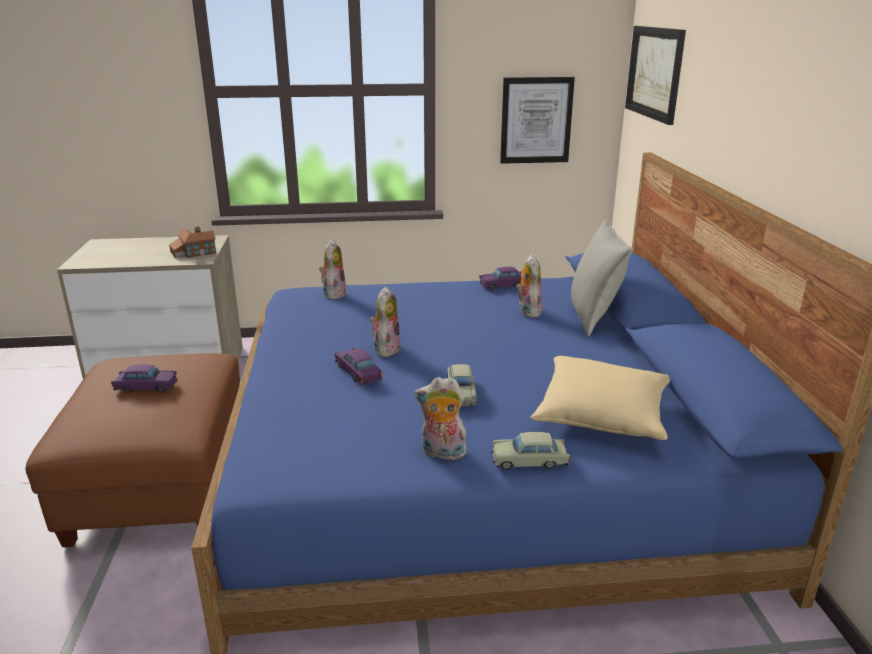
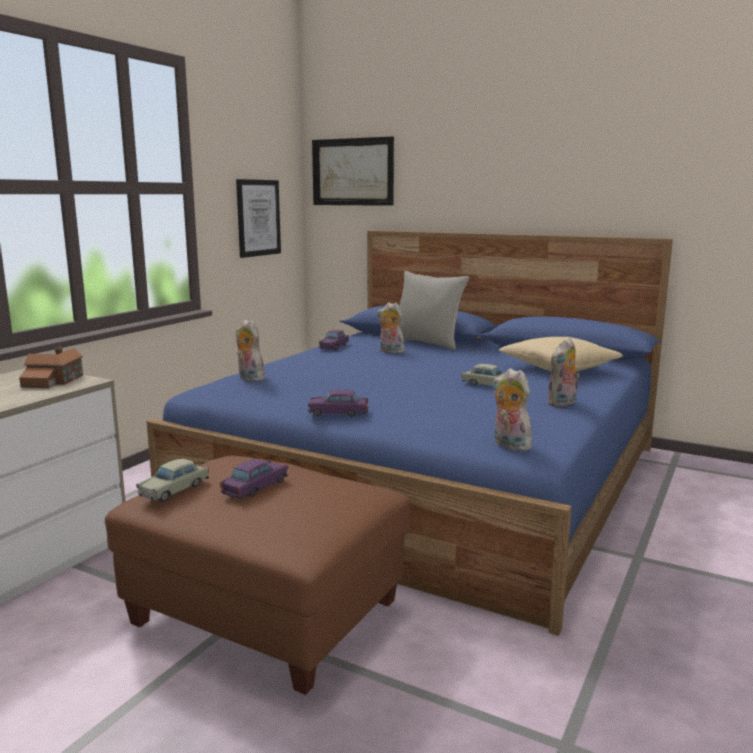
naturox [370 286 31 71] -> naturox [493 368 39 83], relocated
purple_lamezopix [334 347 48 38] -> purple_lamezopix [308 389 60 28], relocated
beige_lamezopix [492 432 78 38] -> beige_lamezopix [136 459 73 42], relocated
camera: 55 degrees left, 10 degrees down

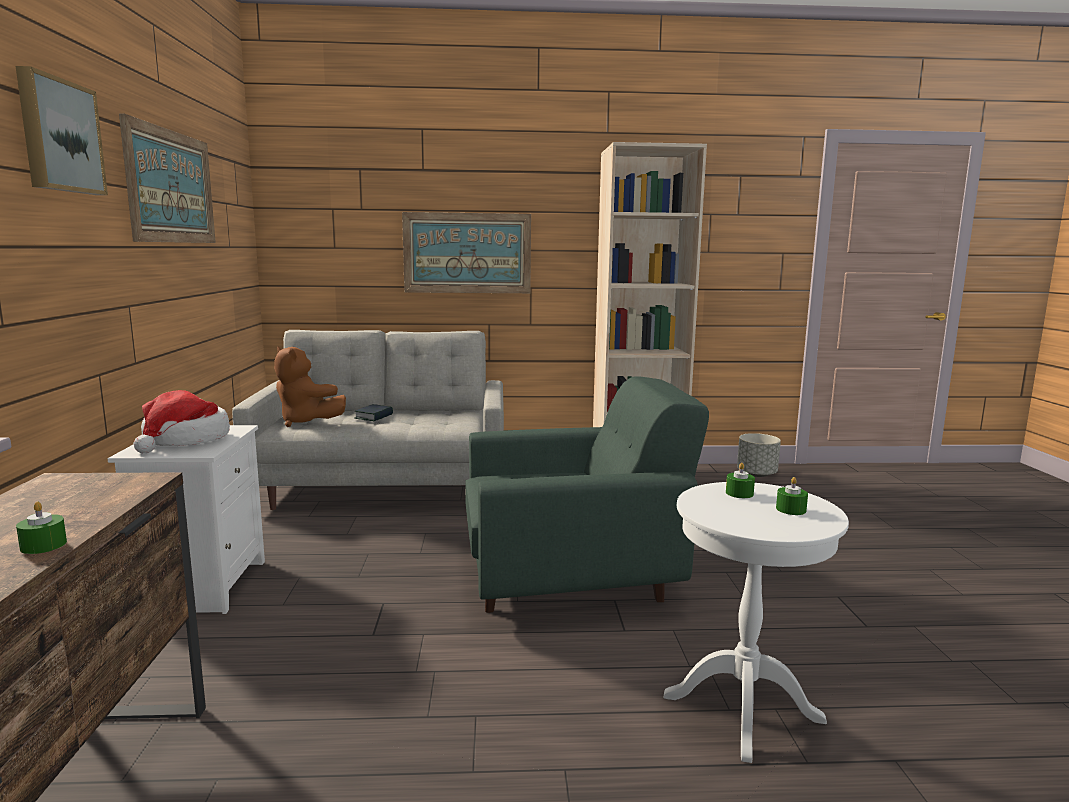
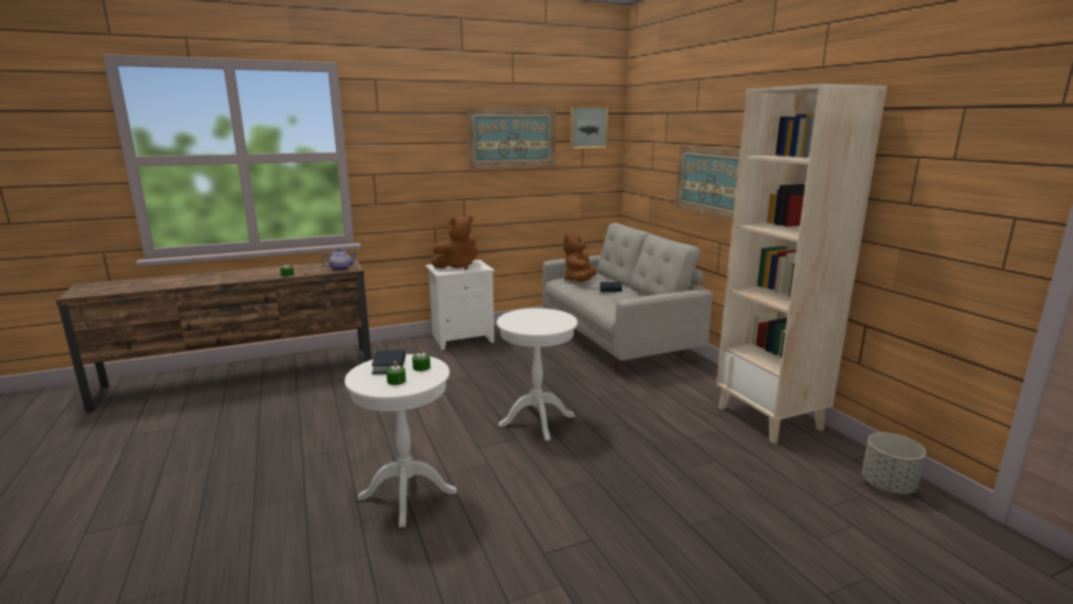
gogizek [16 66 92 129] -> gogizek [570 106 38 42], relocated
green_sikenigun [465 377 244 236] -> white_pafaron [497 308 81 133]
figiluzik [133 390 97 63] -> brown_naturox [432 215 46 55]
none -> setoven [321 249 36 22]
none -> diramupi [372 350 34 24]
camera: 70 degrees right, 5 degrees up

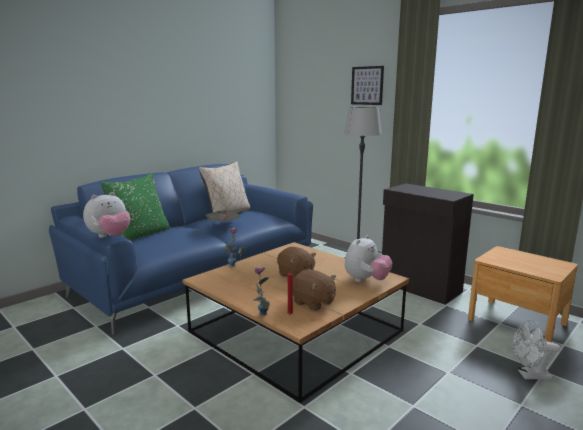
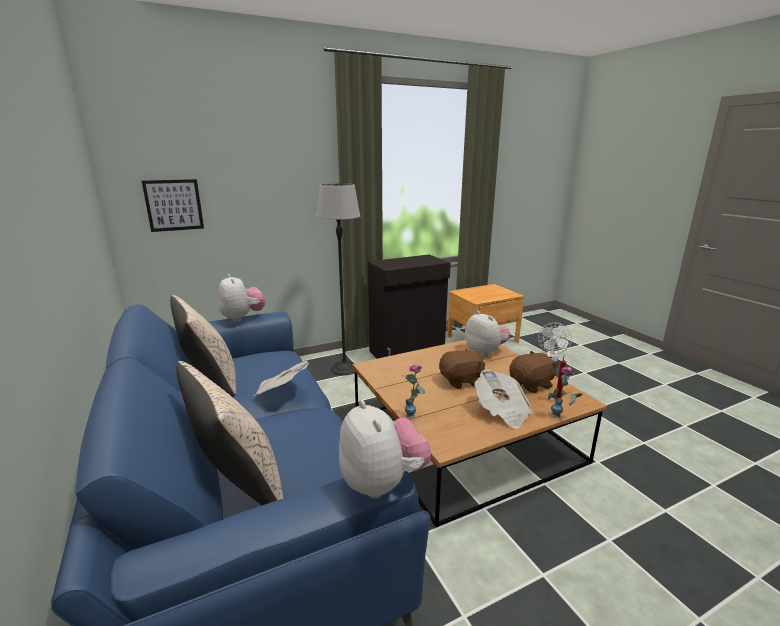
gogizek [351 66 33 39] -> gogizek [142 179 62 53], relocated
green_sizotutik [101 173 69 68] -> beige_sizotutik [176 361 108 144]
none -> naturox [218 274 47 48]
none -> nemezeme [474 369 59 60]
camera: 70 degrees left, 5 degrees up

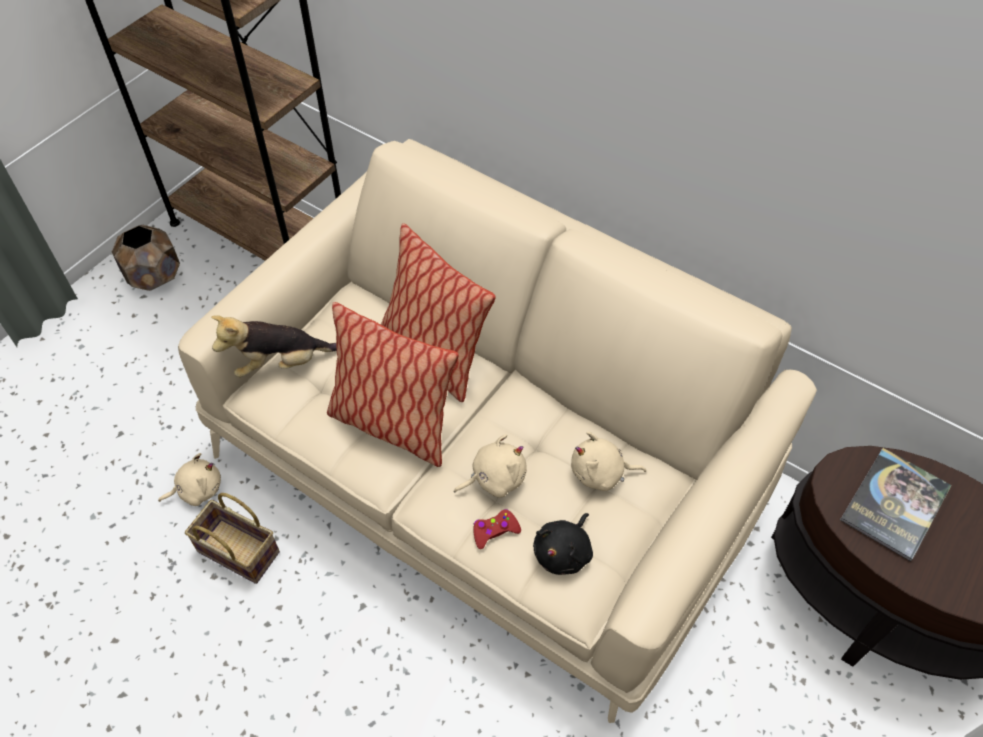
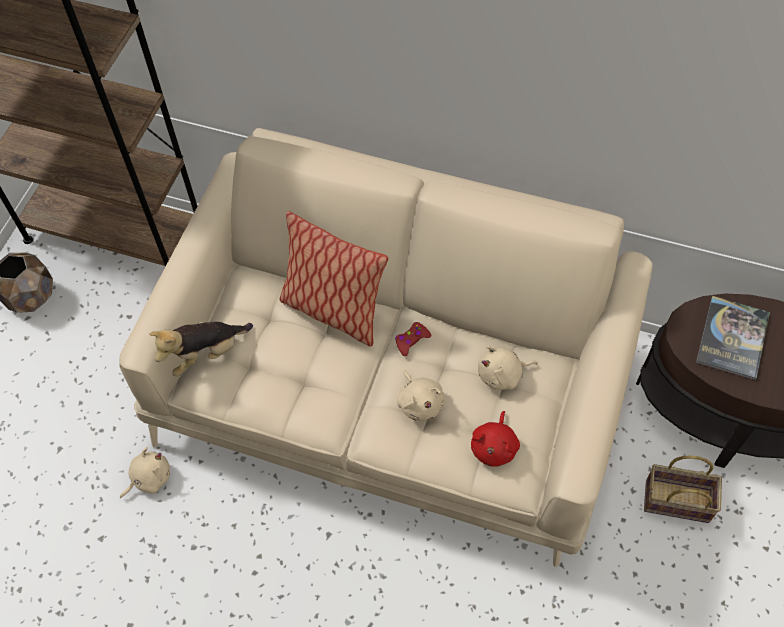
sizotutik [327 302 132 165] -> none
beige_naturox [454 434 73 64] -> beige_naturox [397 370 48 51], 105 degrees clockwise
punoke [185 493 95 91] -> punoke [644 456 78 67], relocated
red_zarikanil [473 509 48 40] -> red_zarikanil [395 322 36 34], relocated
black_naturox [533 513 60 62] -> red_naturox [471 411 49 56]
camera: 15 degrees left, 5 degrees up

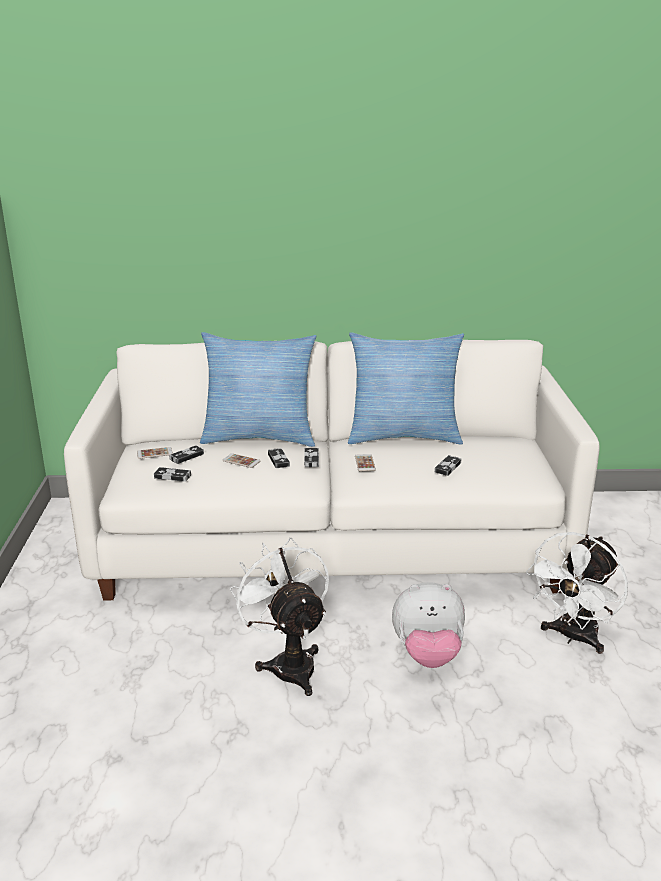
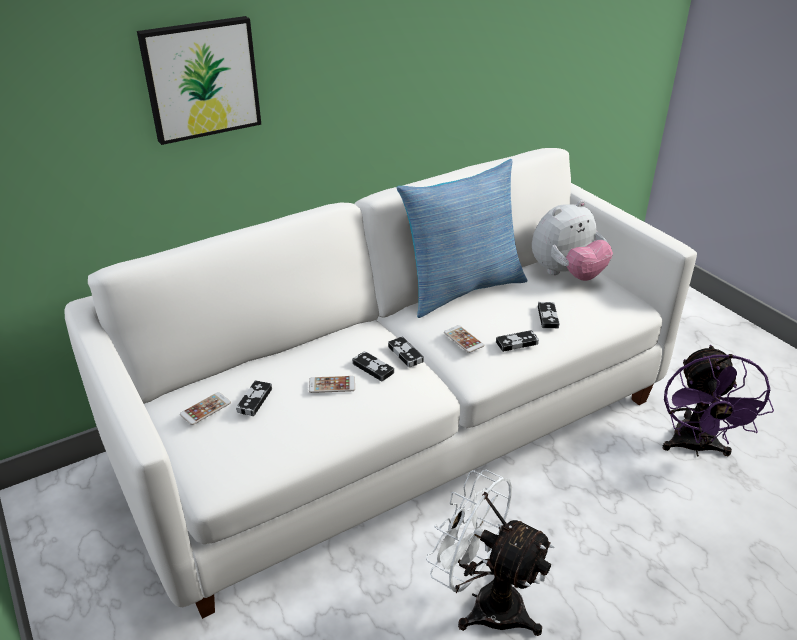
sizotutik [200 332 116 115] -> none
zarikanil [154 467 37 15] -> zarikanil [496 330 43 22], relocated
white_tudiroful [526 532 102 122] -> purple_tudiroful [663 345 111 112]
naturox [392 582 73 86] -> naturox [532 200 81 81], relocated
none -> gogizek [137 16 124 129]
camera: 30 degrees left, 10 degrees up

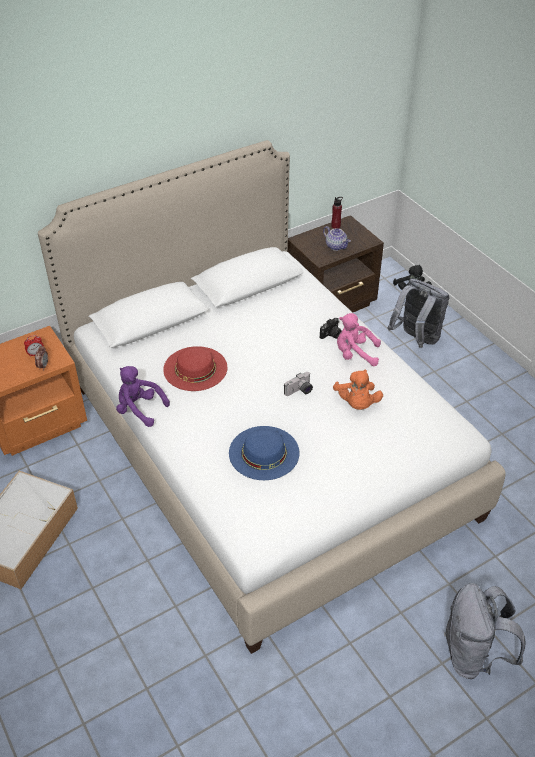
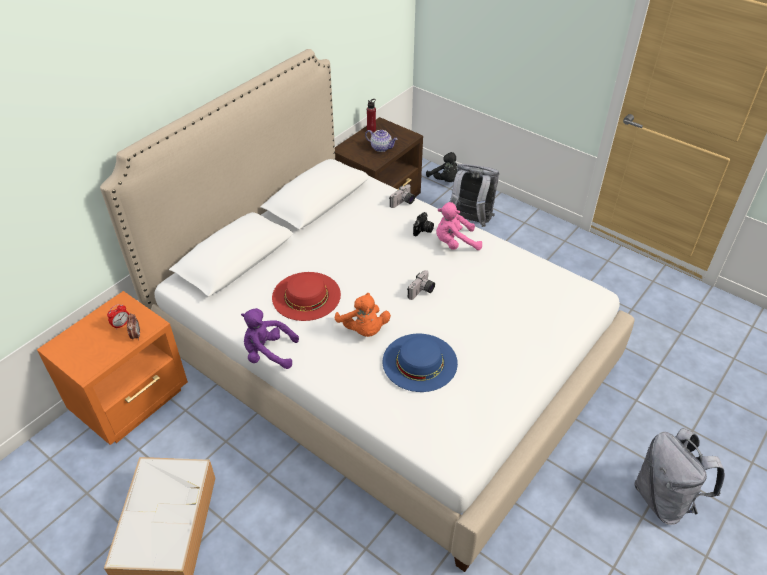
orange_naturox [333 370 50 40] -> orange_naturox [335 293 56 44], relocated
none -> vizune [389 184 26 24]
camera: 20 degrees left, 0 degrees up

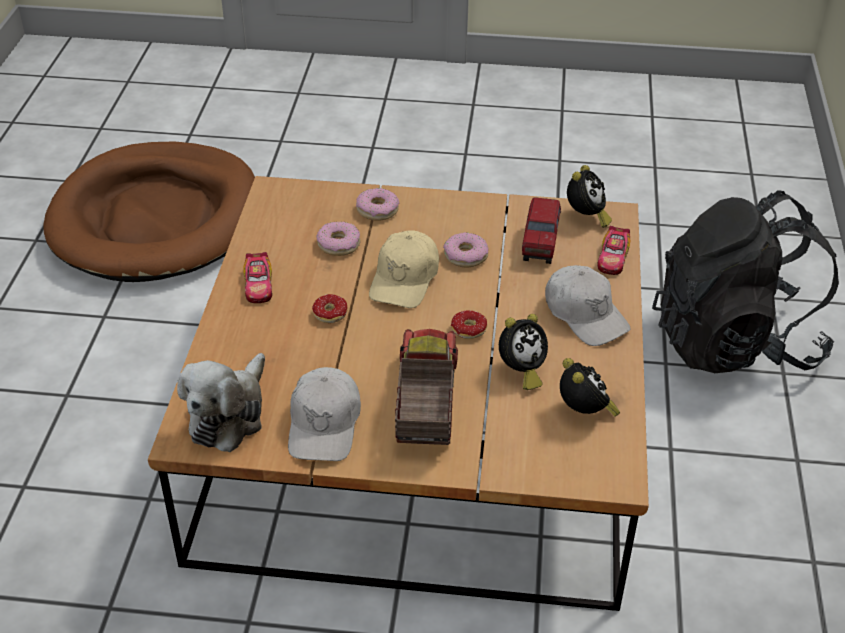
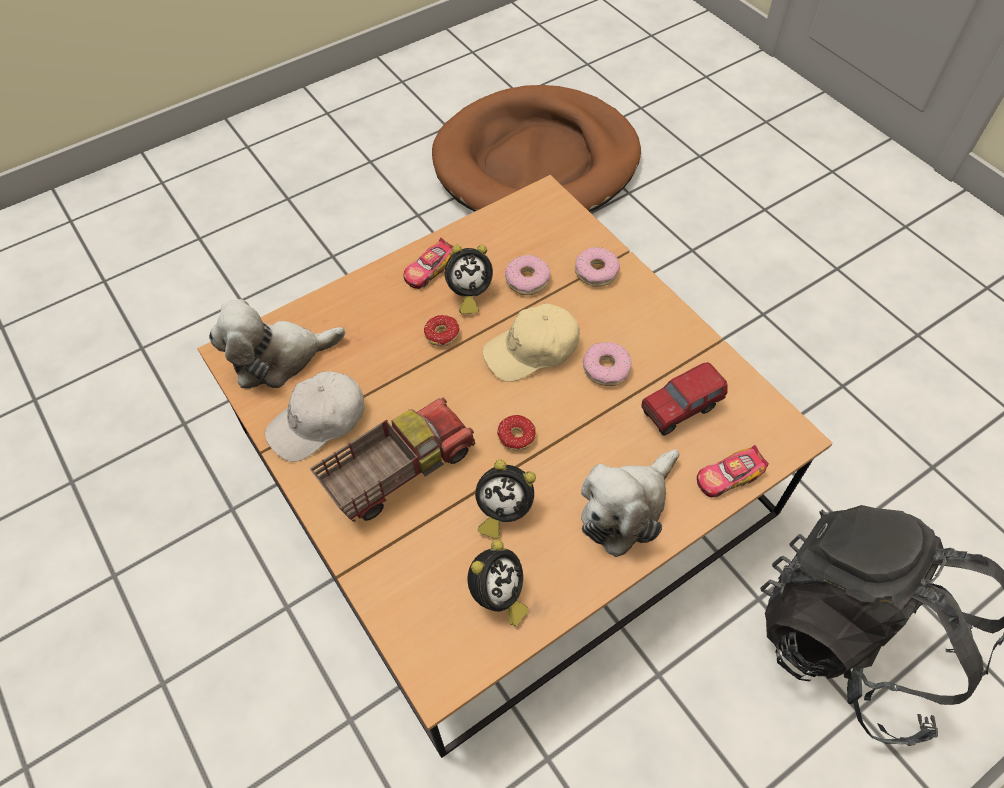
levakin [567 165 45 63] -> levakin [445 245 48 69], relocated
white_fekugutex [545 265 85 81] -> naturox [581 449 98 108]
camera: 50 degrees right, 15 degrees up

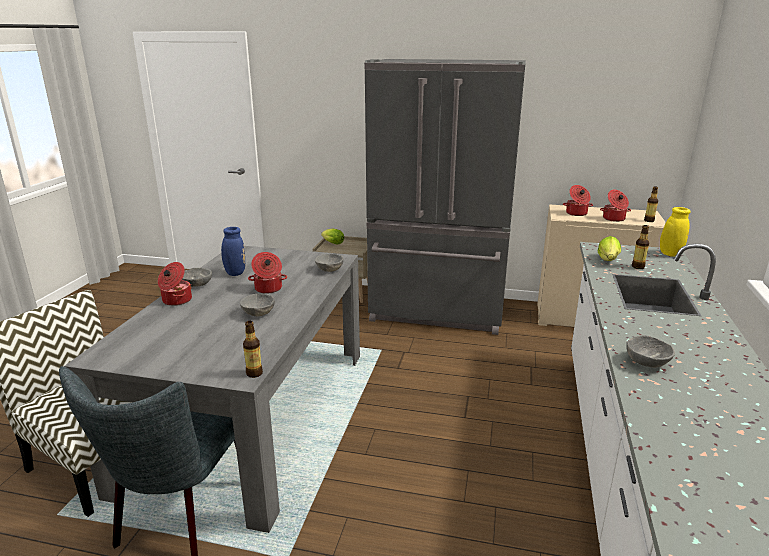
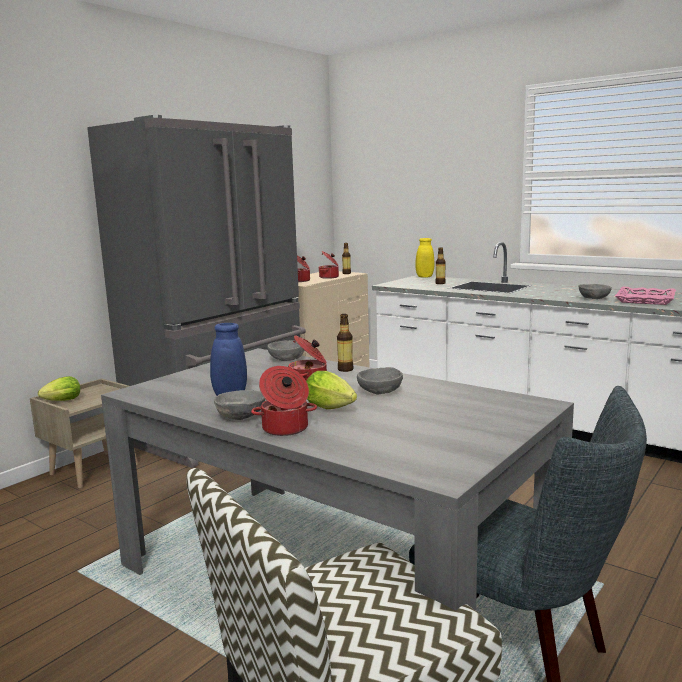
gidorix [598 236 23 25] -> gidorix [306 371 51 38], relocated
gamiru [243 321 20 57] -> gamiru [337 314 17 58], relocated
none -> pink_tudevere [615 287 61 18]
camera: 65 degrees left, 10 degrees down

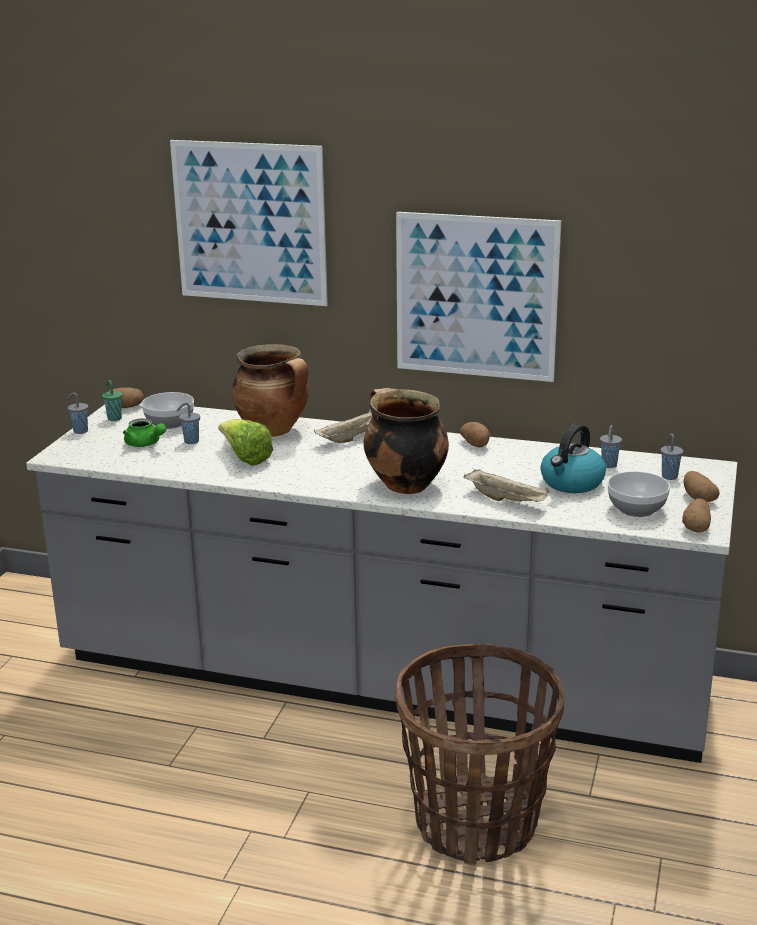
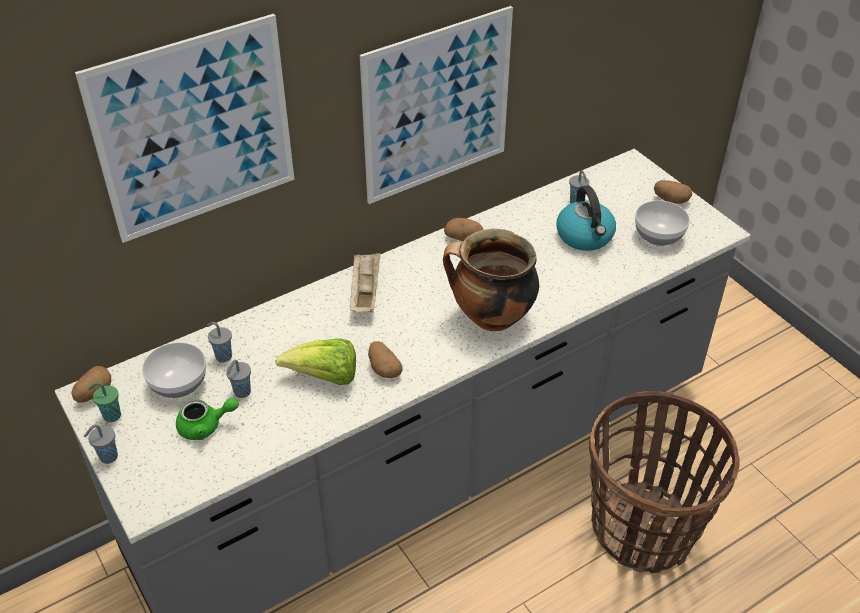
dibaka [232 344 77 93] -> none
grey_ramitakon [661 433 23 47] -> grey_ramitakon [206 322 26 40], relocated
beige_tudevere [463 469 87 33] -> none
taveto [682 498 29 35] -> taveto [368 341 35 37], relocated
camera: 50 degrees left, 20 degrees up

